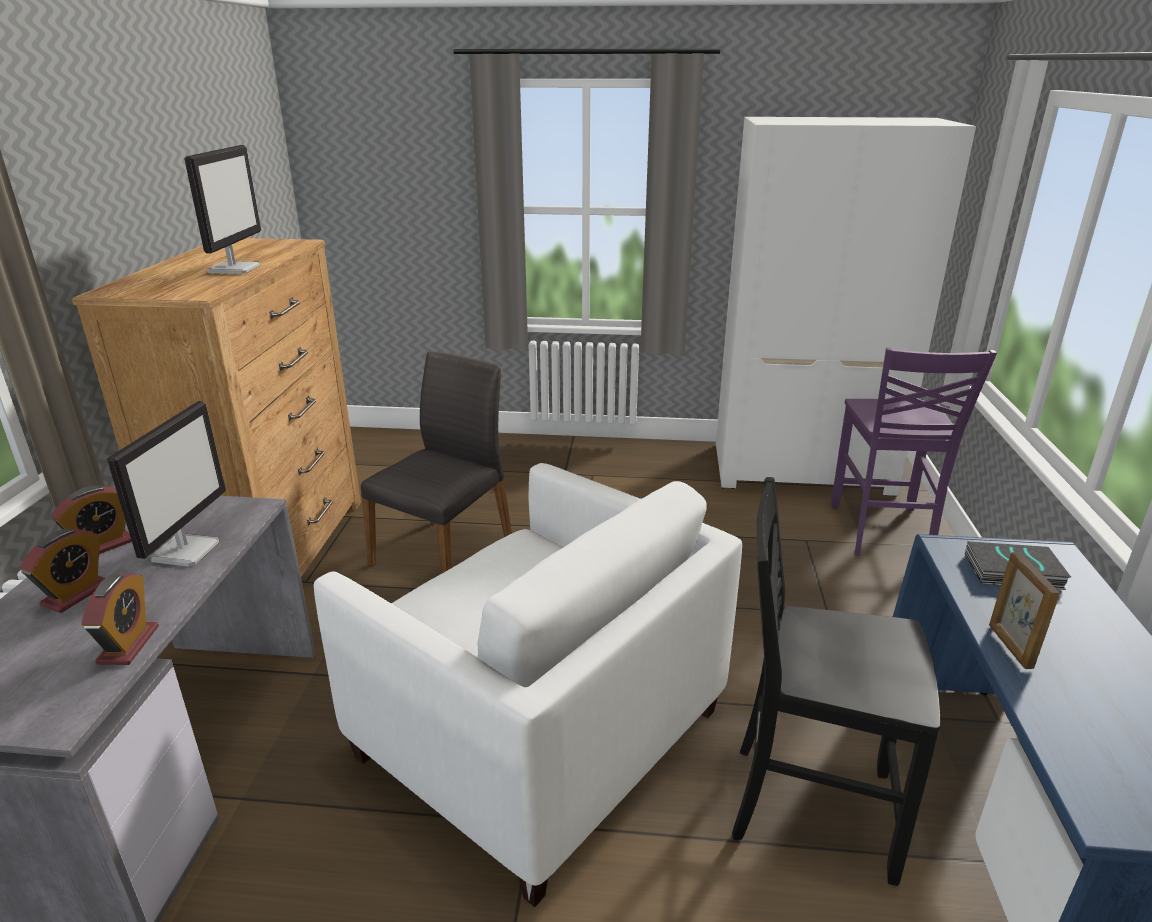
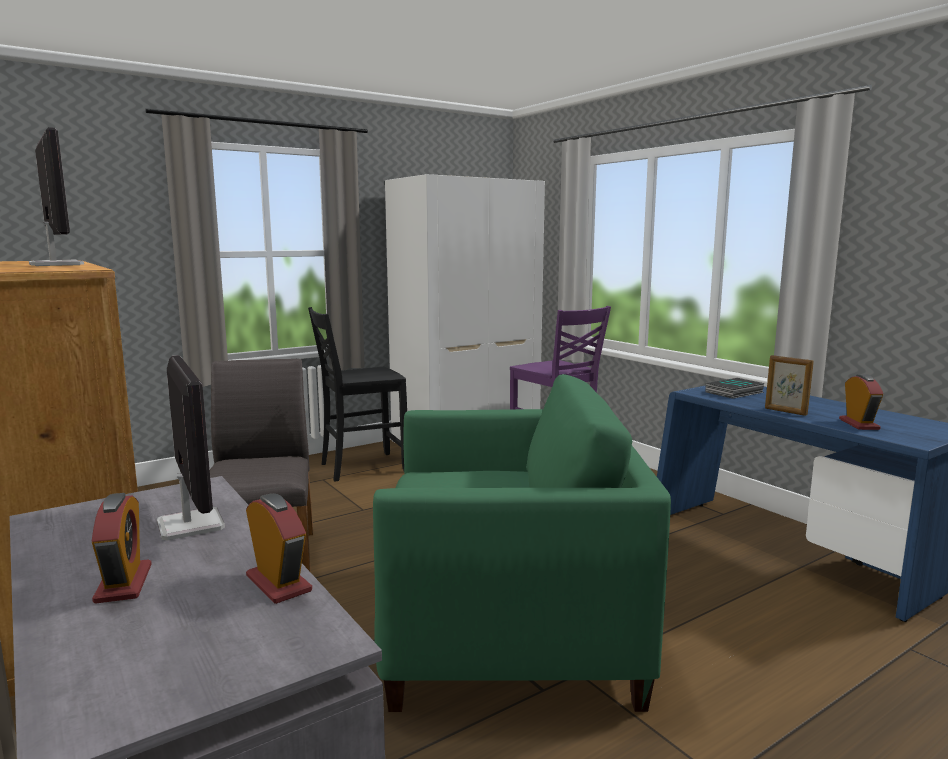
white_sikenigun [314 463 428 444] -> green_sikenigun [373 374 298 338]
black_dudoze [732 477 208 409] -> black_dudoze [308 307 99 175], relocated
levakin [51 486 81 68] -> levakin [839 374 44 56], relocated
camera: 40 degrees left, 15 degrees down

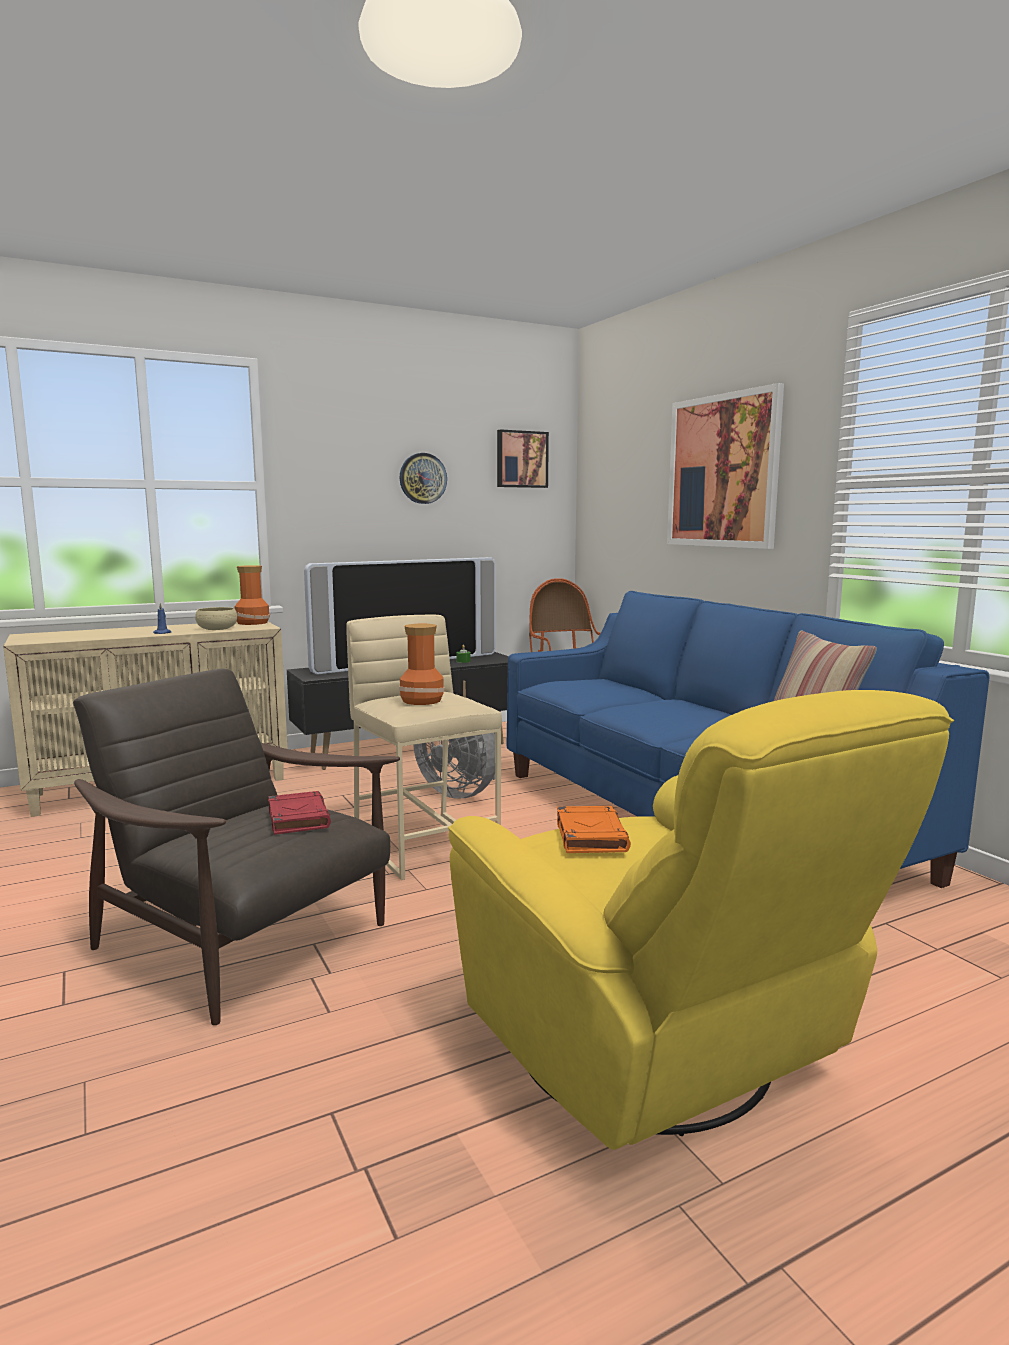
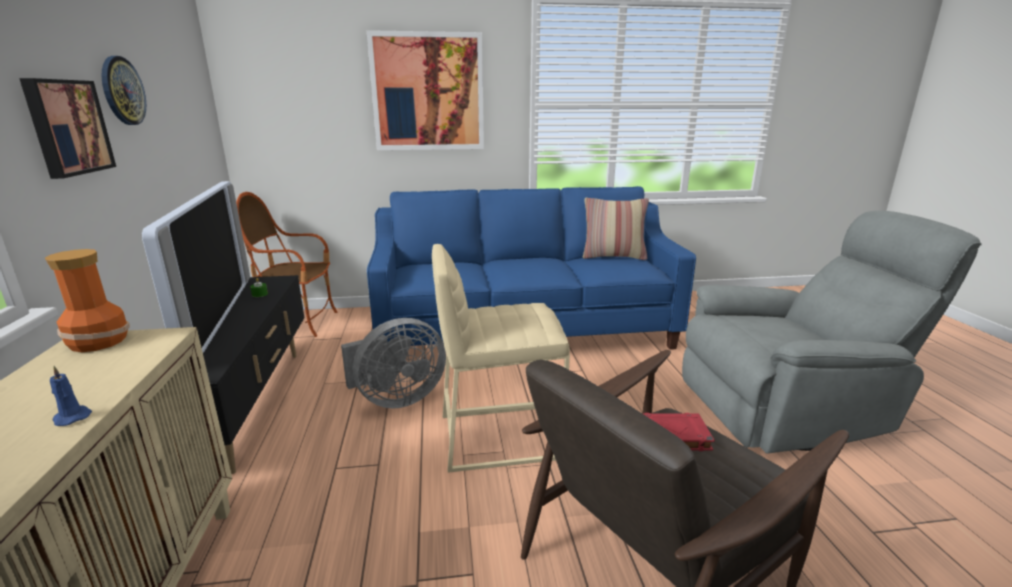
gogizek [497 429 52 59] -> gogizek [19 78 97 101], relocated
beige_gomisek [195 607 42 23] -> none
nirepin [399 624 46 81] -> none
yellow_sikenigun [448 690 506 460] -> grey_sikenigun [682 211 300 243]
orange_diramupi [557 806 74 47] -> none
camera: 70 degrees left, 10 degrees up

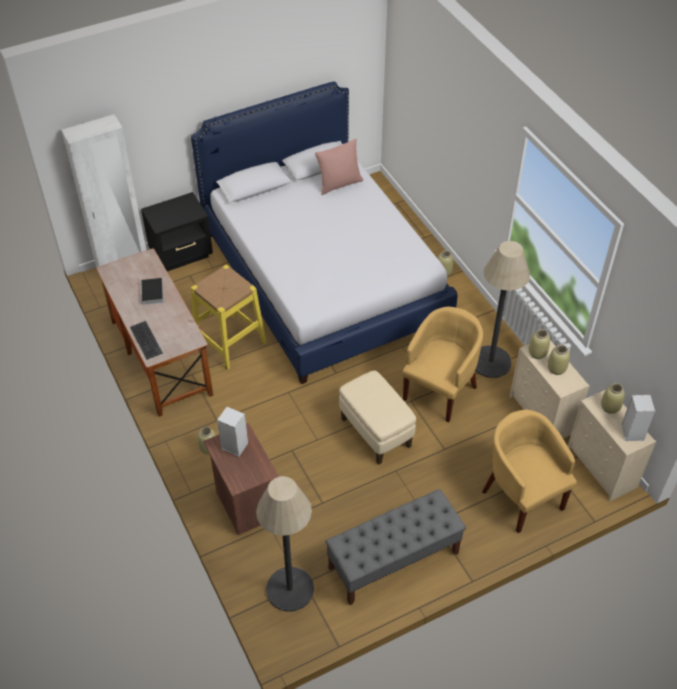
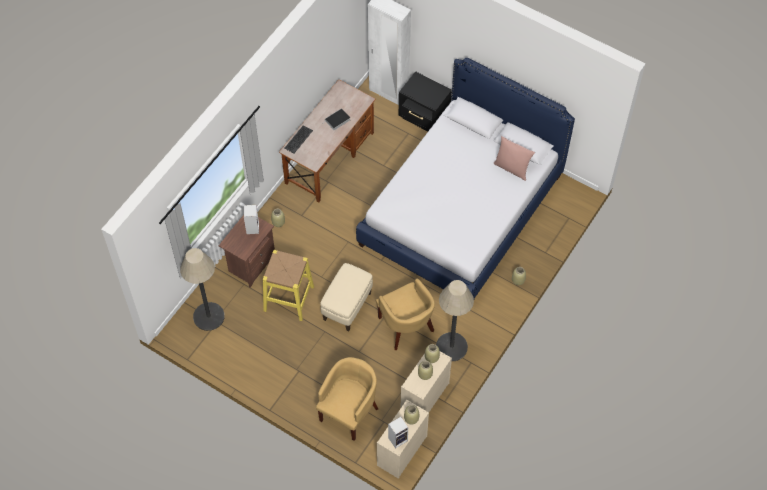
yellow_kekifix [191 265 76 105] -> yellow_kekifix [263 250 51 71], relocated
yellow_sikenigun [402 307 81 115] -> yellow_sikenigun [376 279 59 71], 60 degrees clockwise
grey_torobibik [325 489 141 116] -> none
camera: 60 degrees right, 10 degrees up

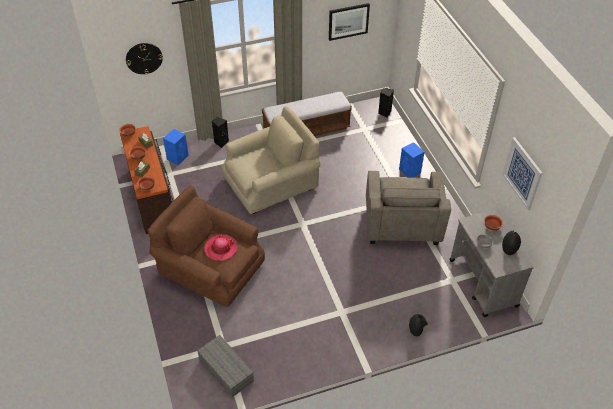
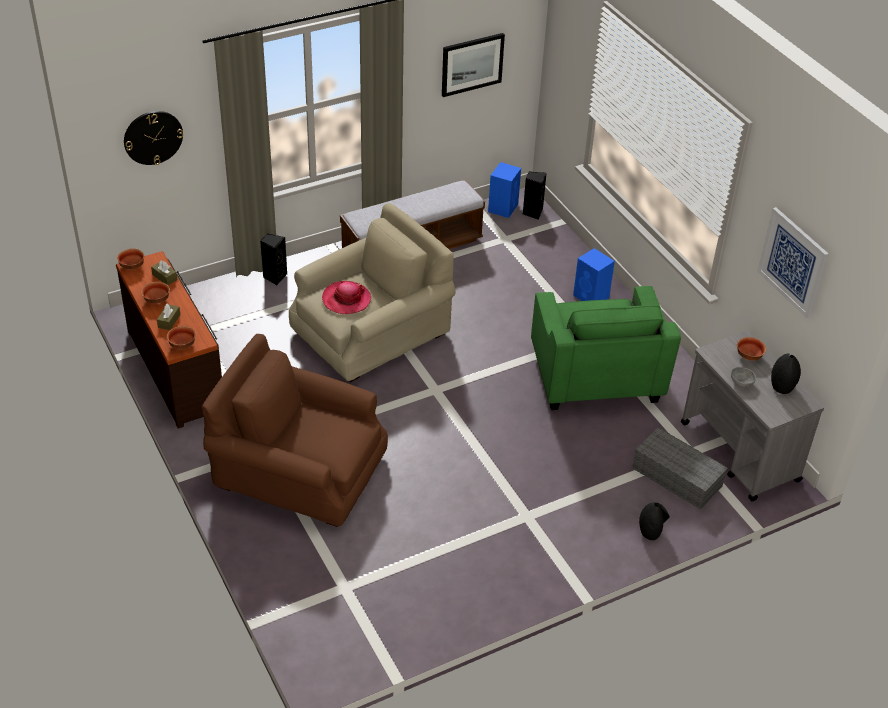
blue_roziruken [163 129 26 36] -> blue_roziruken [488 162 33 56], relocated
grey_sikenigun [366 171 85 74] -> green_sikenigun [531 286 150 124]
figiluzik [204 234 33 27] -> figiluzik [322 281 49 33], relocated
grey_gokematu [197 335 57 62] -> grey_gokematu [632 427 96 83], relocated
camera: 10 degrees left, 5 degrees down

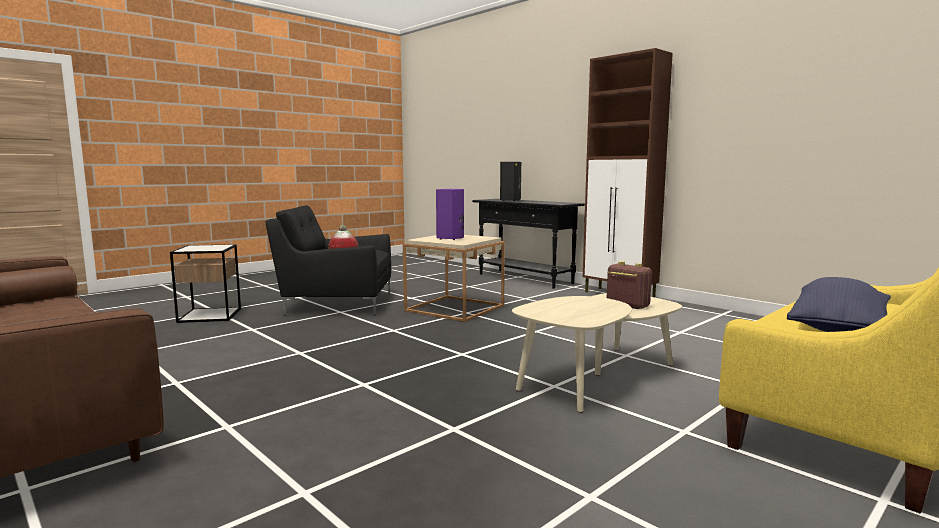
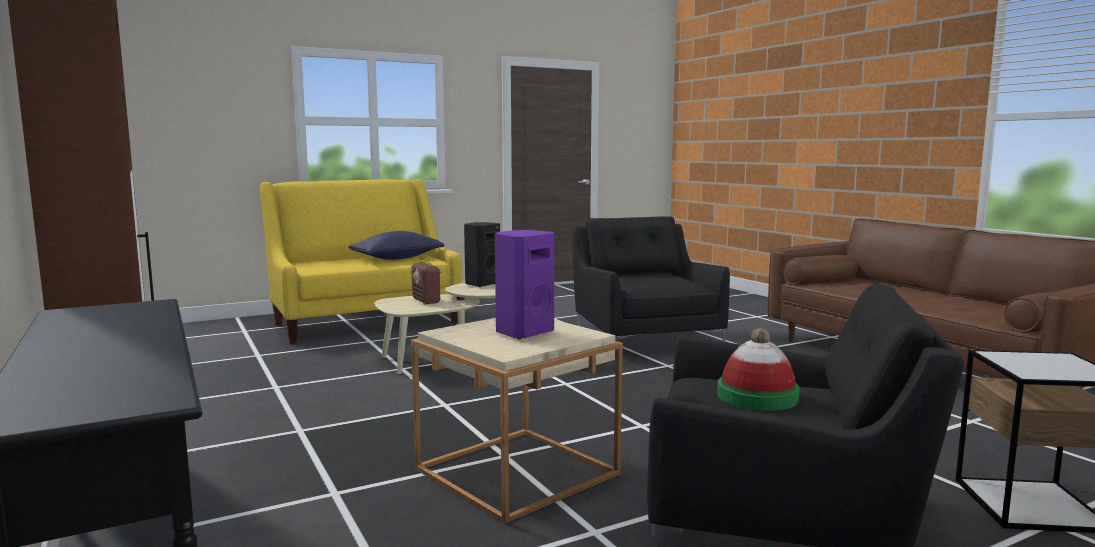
black_roziruken [500 162 21 39] -> black_roziruken [464 222 36 65], relocated
none -> black_sikenigun [572 216 158 126]
camera: 165 degrees left, 0 degrees up

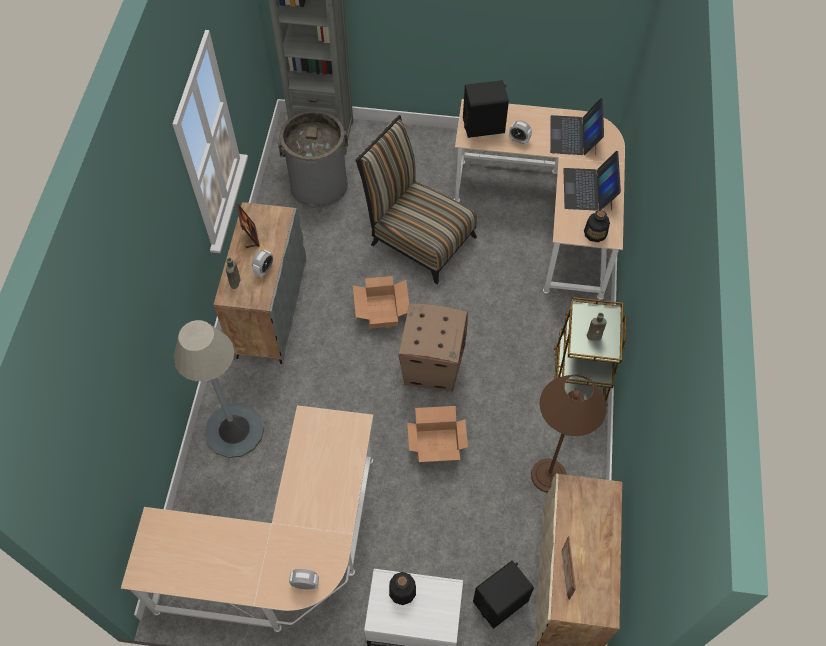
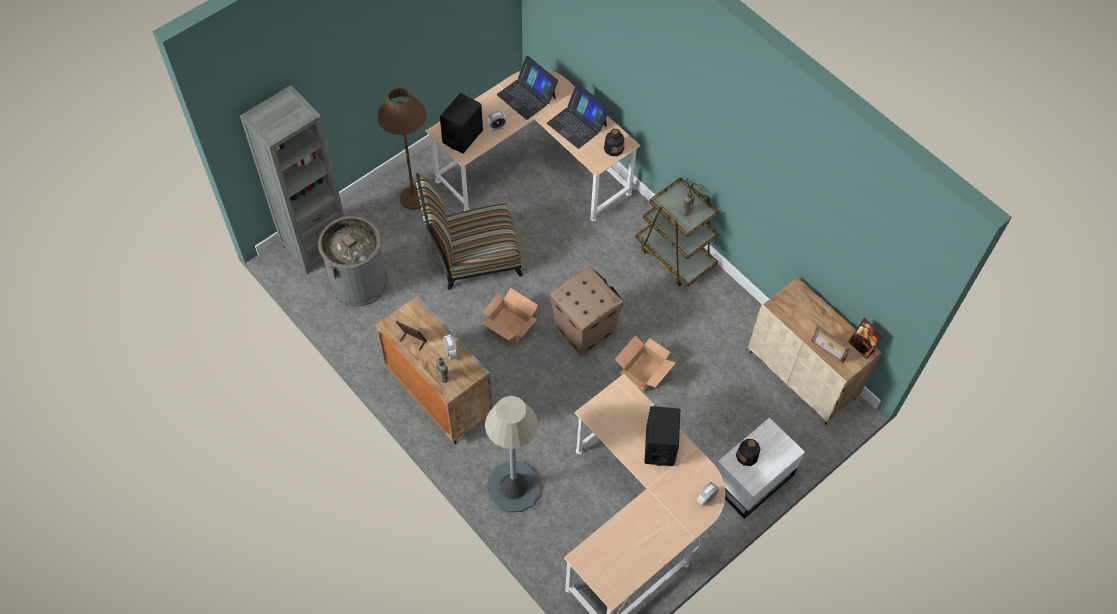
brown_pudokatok [531 374 76 119] -> brown_pudokatok [377 88 50 122], relocated
black_roziruken [473 561 61 67] -> black_roziruken [644 405 36 61], relocated
none -> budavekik [849 318 35 41]
camera: 50 degrees left, 0 degrees up

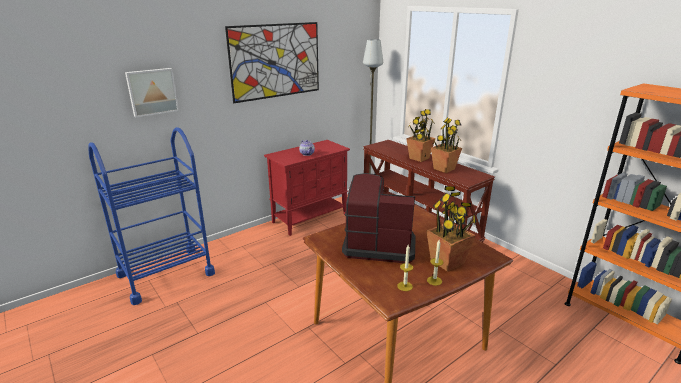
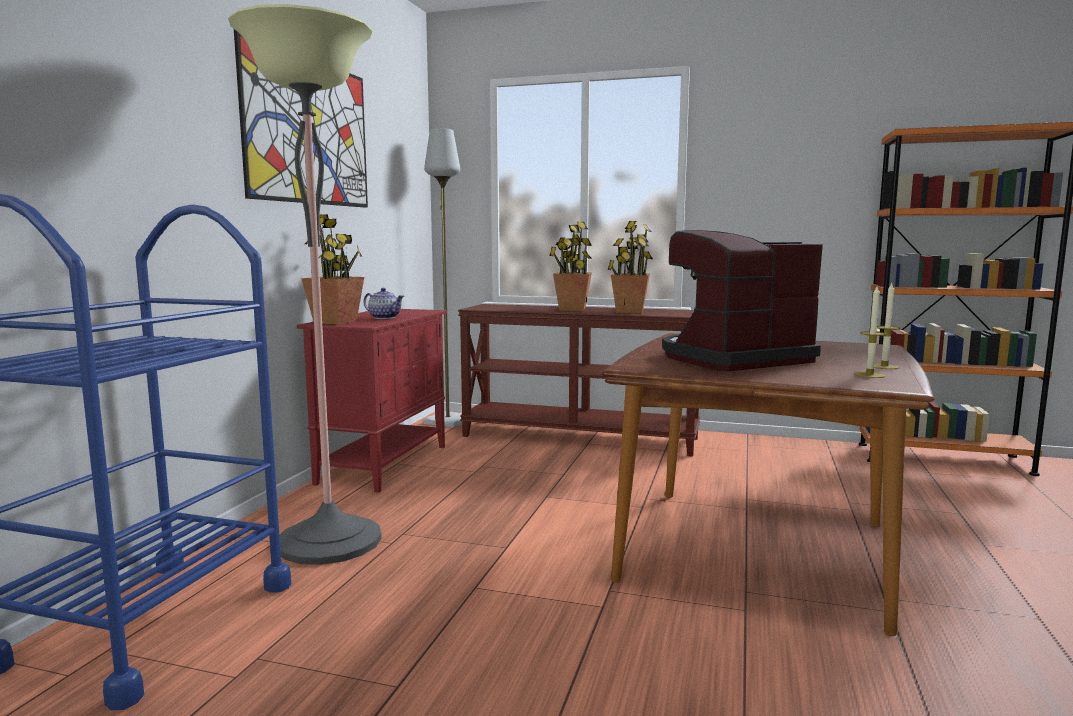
gogizek [125 68 54 49] -> none
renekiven [426 186 51 86] -> renekiven [301 214 63 111], relocated
none -> pudokatok [228 4 154 561]
camera: 35 degrees left, 15 degrees down

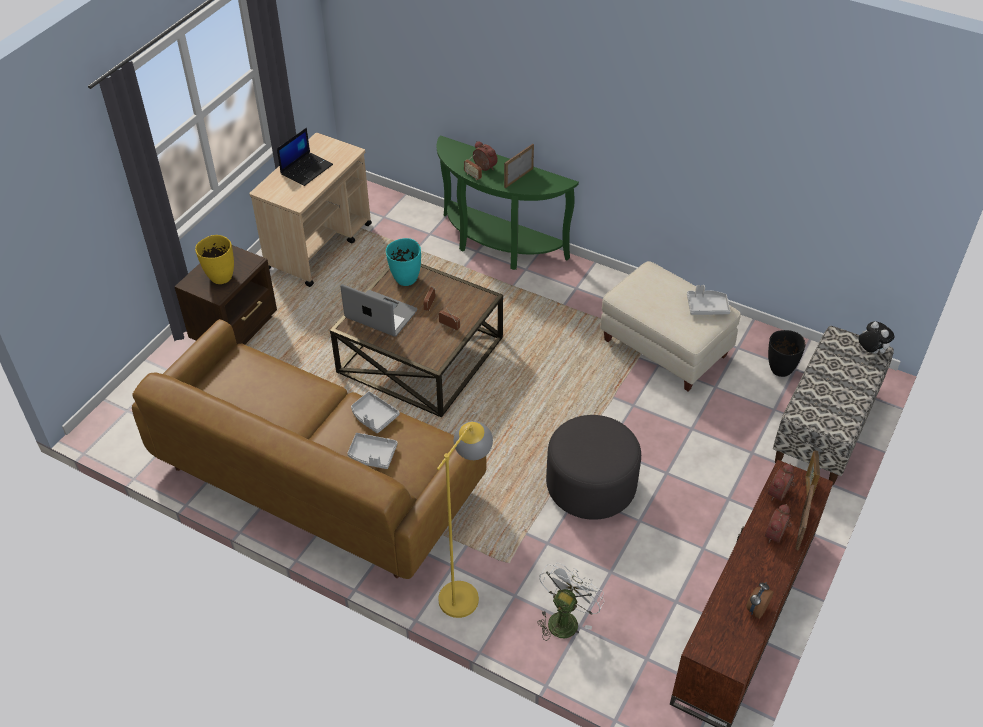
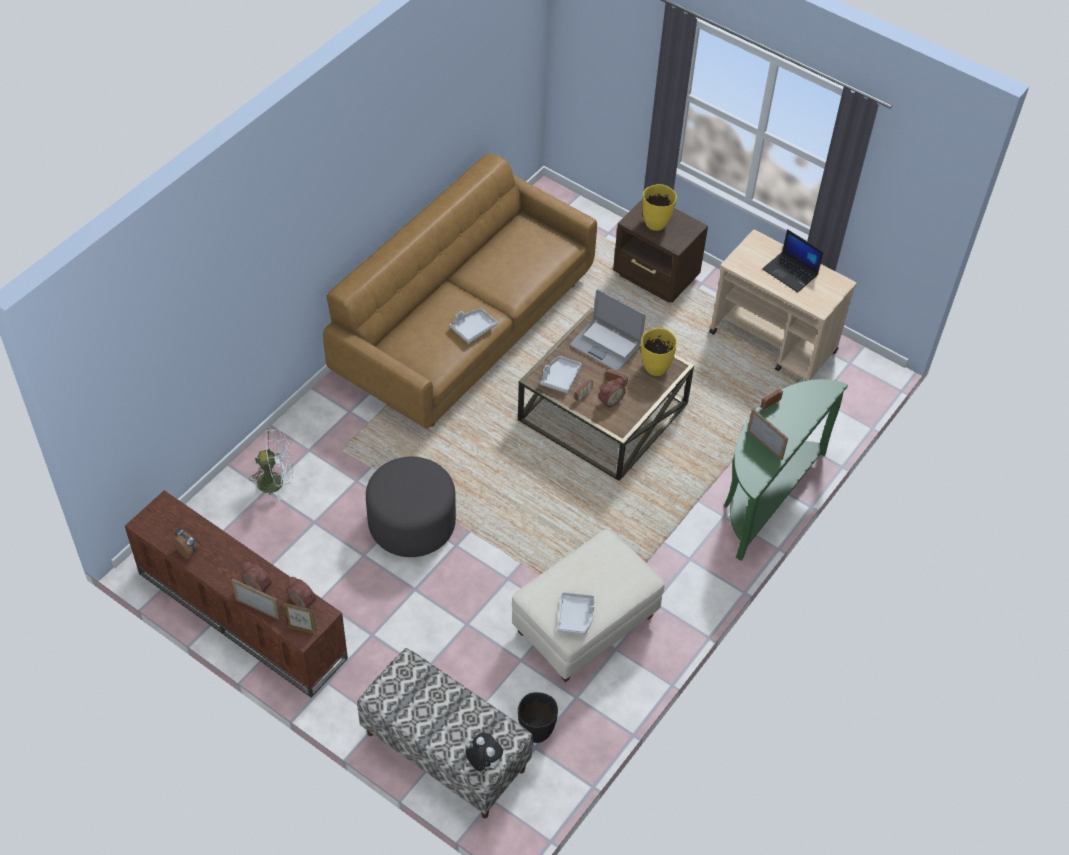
levakin [473 141 25 30] -> levakin [598 378 28 30], relocated
turquoise_nirepin [386 238 35 48] -> yellow_nirepin [641 328 36 48]
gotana [340 284 77 53] -> gotana [570 289 76 82], 90 degrees clockwise
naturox [858 321 37 33] -> naturox [466 733 37 38], 105 degrees counterclockwise
yellow_pudokatok [437 421 56 197] -> none
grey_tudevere [347 433 51 36] -> grey_tudevere [540 356 41 37], relocated
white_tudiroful [537 563 67 78] -> white_tudiroful [249 429 44 72], 45 degrees counterclockwise
camera: 95 degrees right, 5 degrees up

